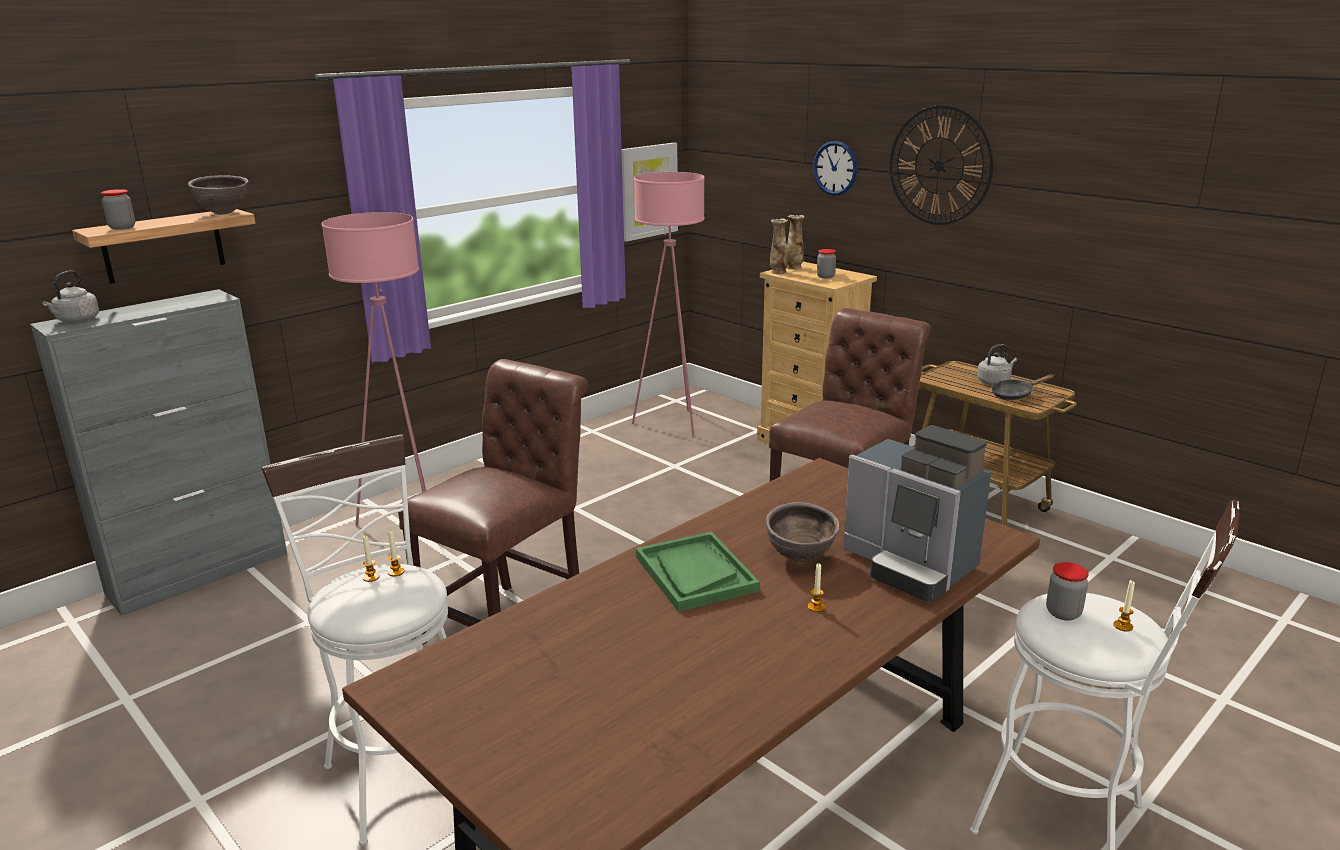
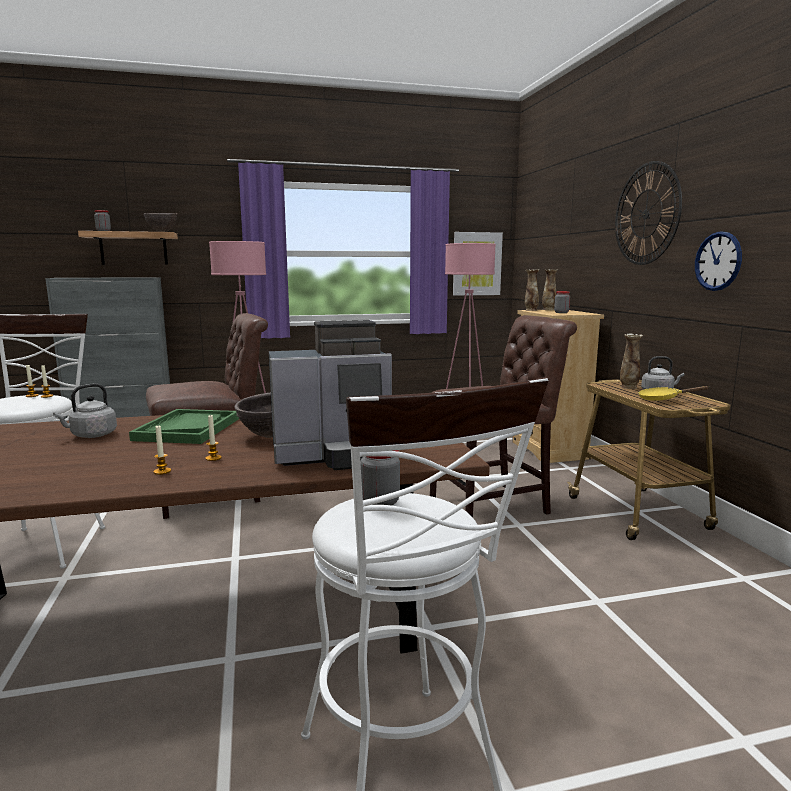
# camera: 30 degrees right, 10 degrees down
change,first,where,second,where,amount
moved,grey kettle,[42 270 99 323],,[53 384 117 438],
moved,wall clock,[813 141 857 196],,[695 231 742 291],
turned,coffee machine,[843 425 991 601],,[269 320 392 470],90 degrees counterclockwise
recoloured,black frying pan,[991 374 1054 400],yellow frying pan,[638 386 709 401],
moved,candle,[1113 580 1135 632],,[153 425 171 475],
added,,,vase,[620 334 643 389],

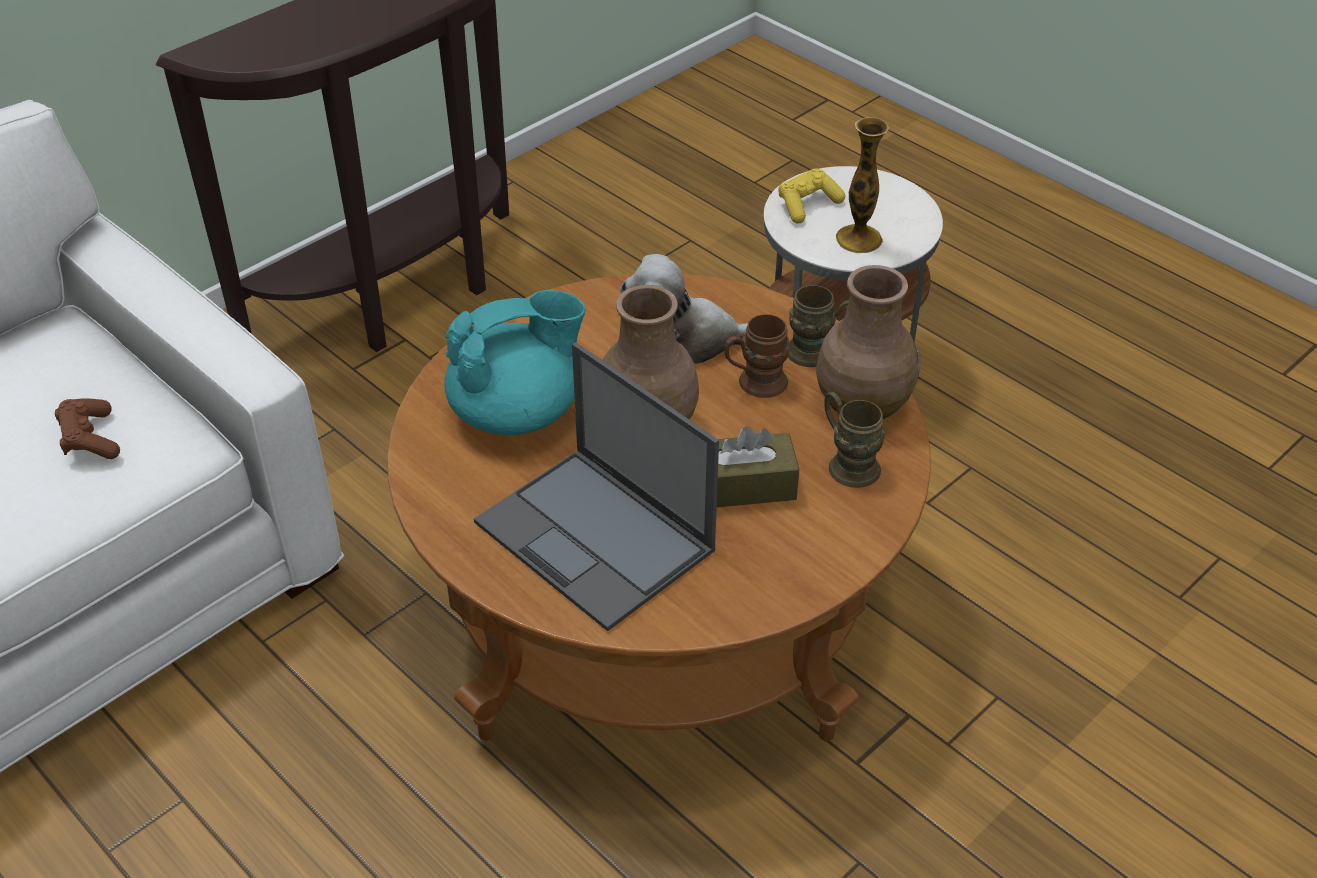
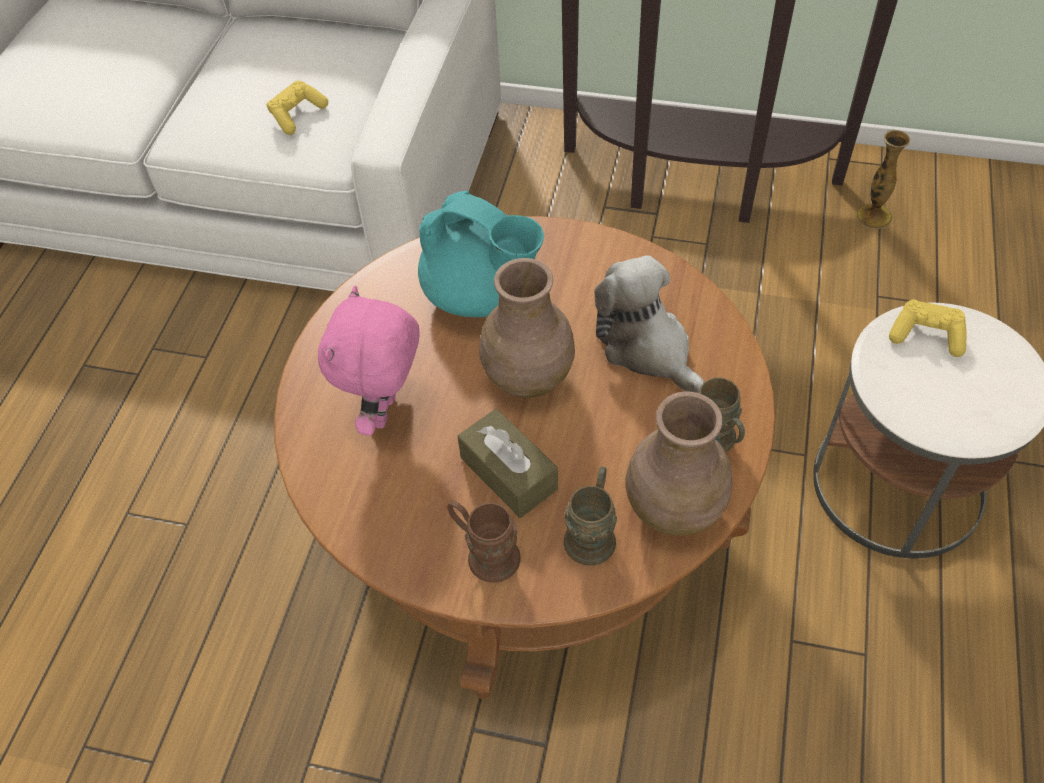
# camera: 60 degrees right, 10 degrees up
change,first,where,second,where,amount
recoloured,brown game controller,[55 398 120 459],yellow game controller,[267 81 328 135],
replaced,laptop,[474 342 719 631],pink plush toy,[318 285 420 436],
moved,brown mug,[724 314 790 398],,[447 501 521 583],
moved,vase,[836 117 889 253],,[856 130 910 229],

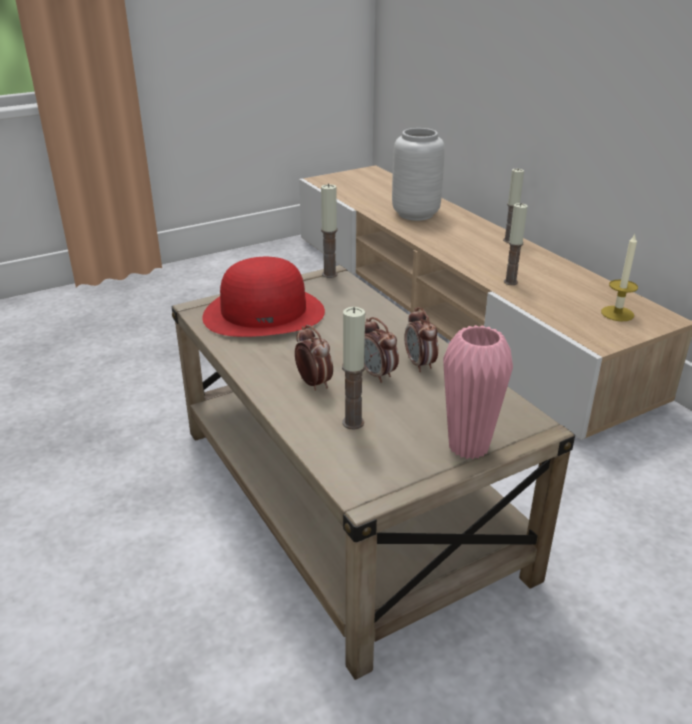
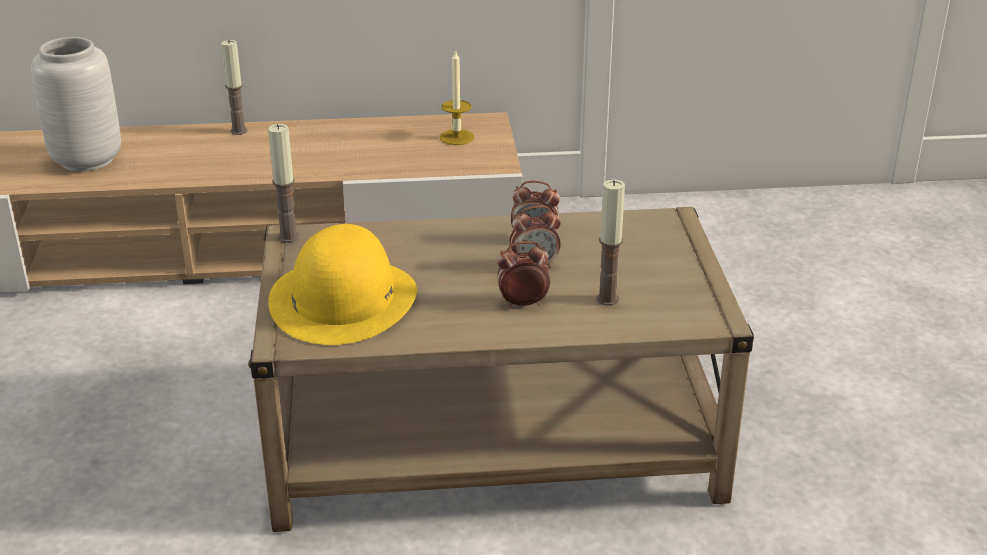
# camera: 65 degrees left, 0 degrees up
change,first,where,second,where,amount
recoloured,red hat,[202 257 325 337],yellow hat,[268 224 417 345],
removed,pink vase,[443 325 513 459],,,
removed,candle,[504 203 528 285],,,

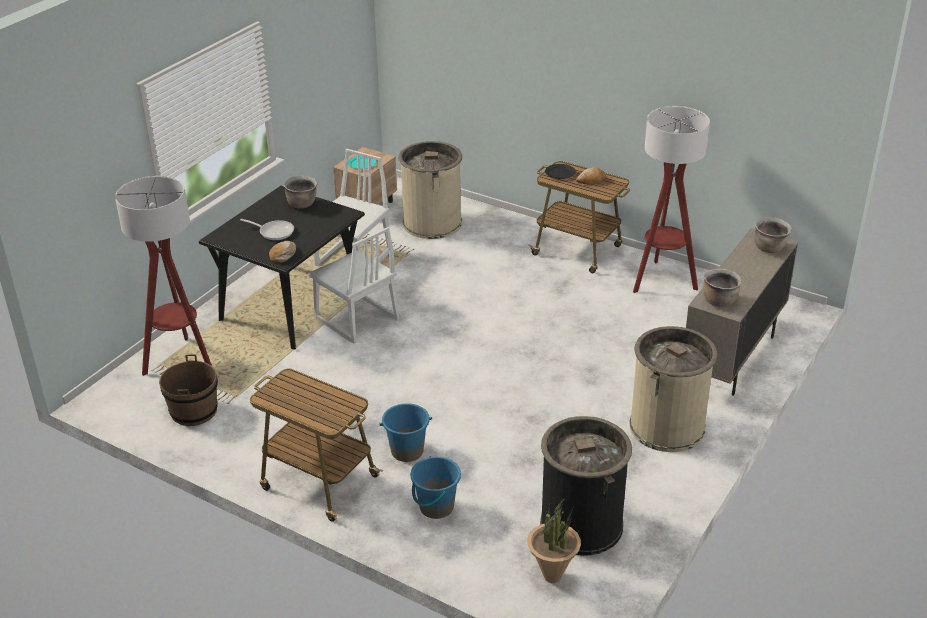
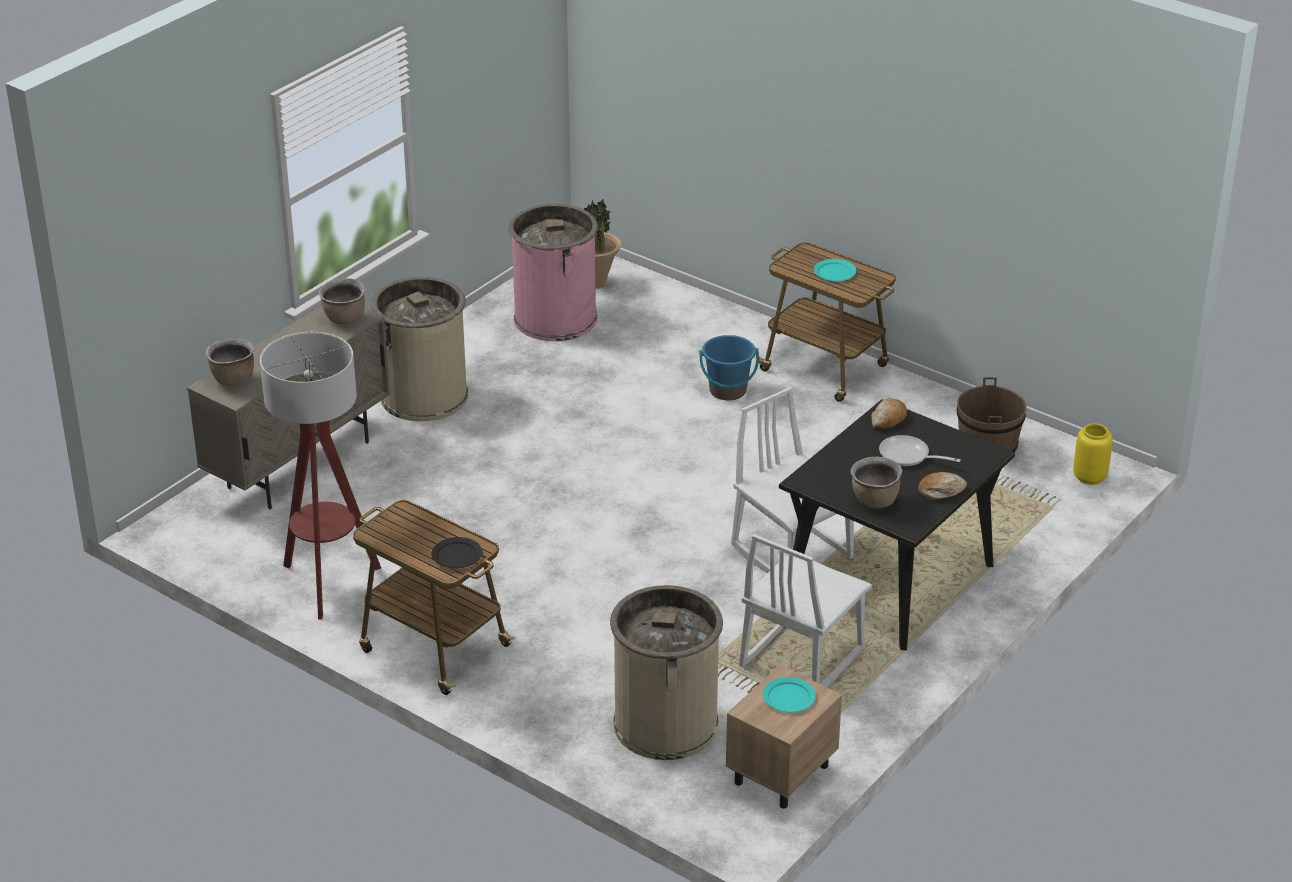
# camera: 175 degrees left, 0 degrees up
change,first,where,second,where,amount
removed,floor lamp,[115 176 212 376],,,
removed,blue bucket,[411 456 461 519],,,
recoloured,black trash can,[540 416 632 556],pink trash can,[509 204 598 341],
moved,bread,[576 167 606 184],,[918 472 967 500],
added,,,turquoise plate,[814 259 857 281],
added,,,yellow vase,[1073 423 1113 485],

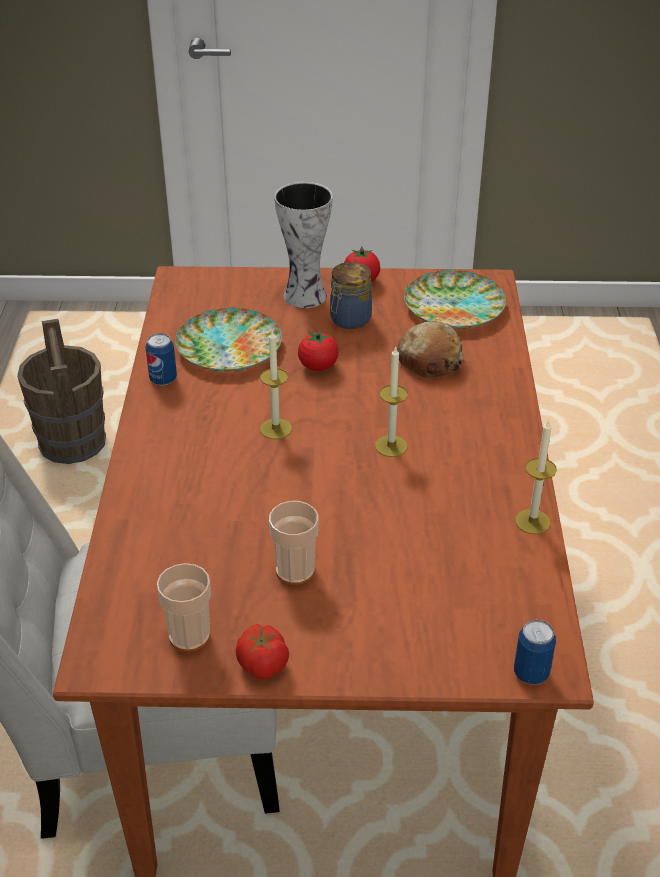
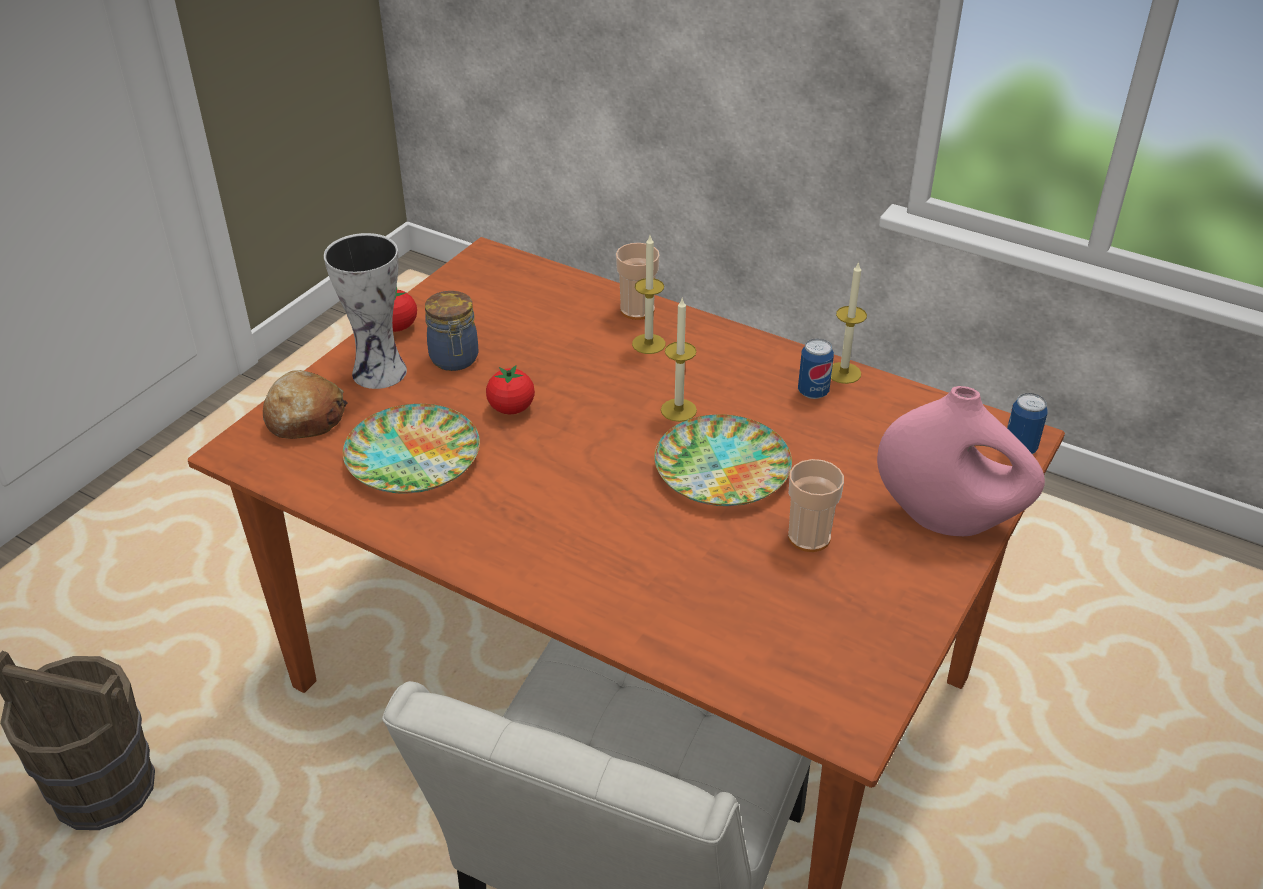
# camera: 60 degrees left, 0 degrees up
change,first,where,second,where,amount
moved,can,[145 333 177 386],,[798 338 834 399],
moved,cup,[157 563 211 652],,[616 243 660 320],
removed,tomato,[235 624 289 679],,,
moved,candle,[260 331 292 439],,[632 236 666 354],
moved,bread,[397 322 464 378],,[263 370 348 439],
moved,plate,[404 270 506 329],,[654 414 792 506],
added,,,pink vase,[877 386 1045 536],

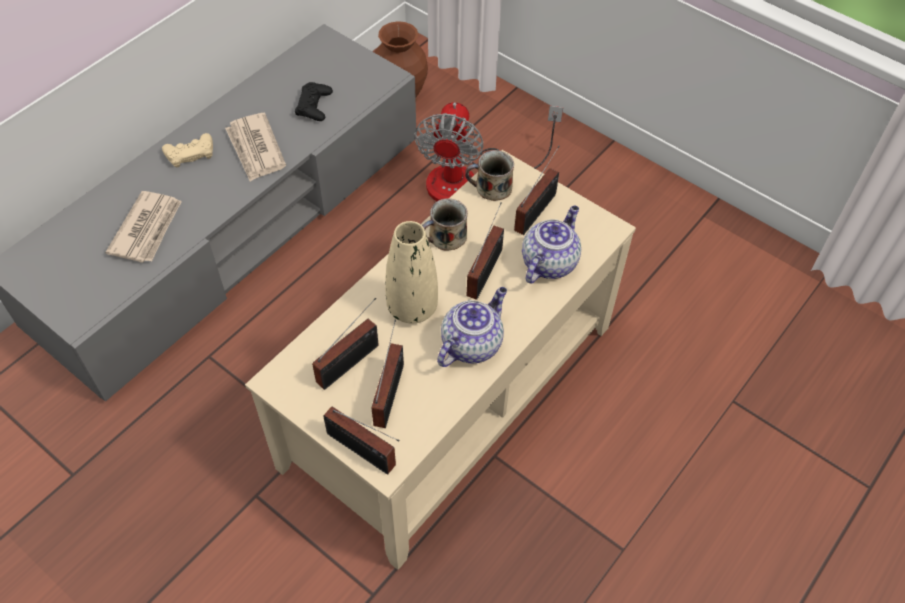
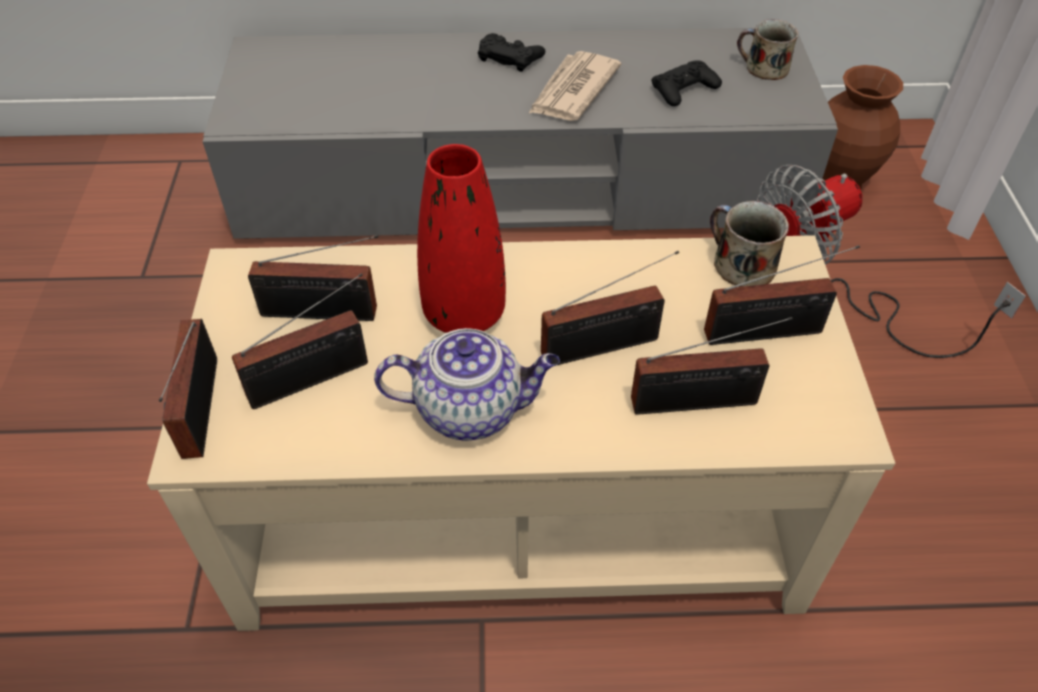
# camera: 50 degrees right, 5 degrees down
change,first,where,second,where,amount
removed,newspaper,[105 191 182 263],,,
recoloured,beige game controller,[162 133 213 167],black game controller,[478 33 545 72],
recoloured,beige vase,[385 221 438 323],red vase,[417 144 506 333],
moved,mug,[422 198 468 250],,[737 19 798 80],
replaced,teapot,[522 205 581 283],radio,[631 317 793 415],

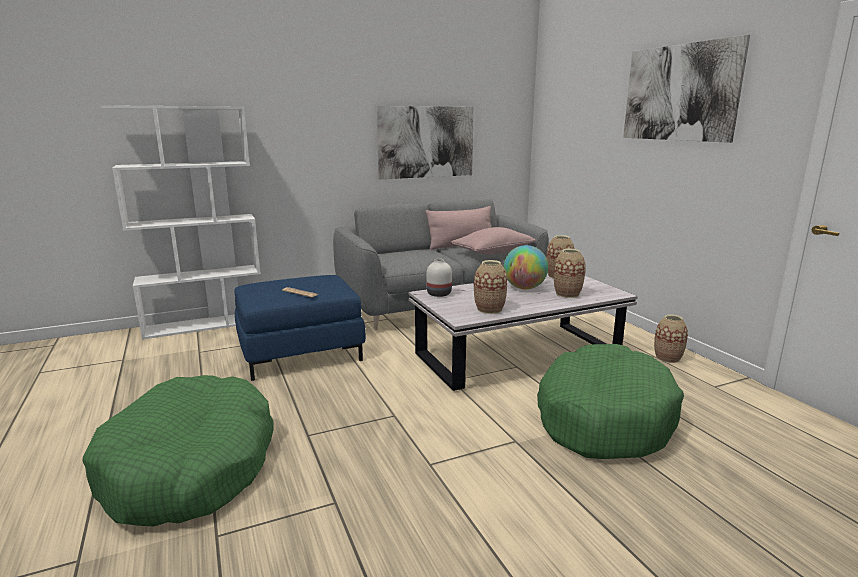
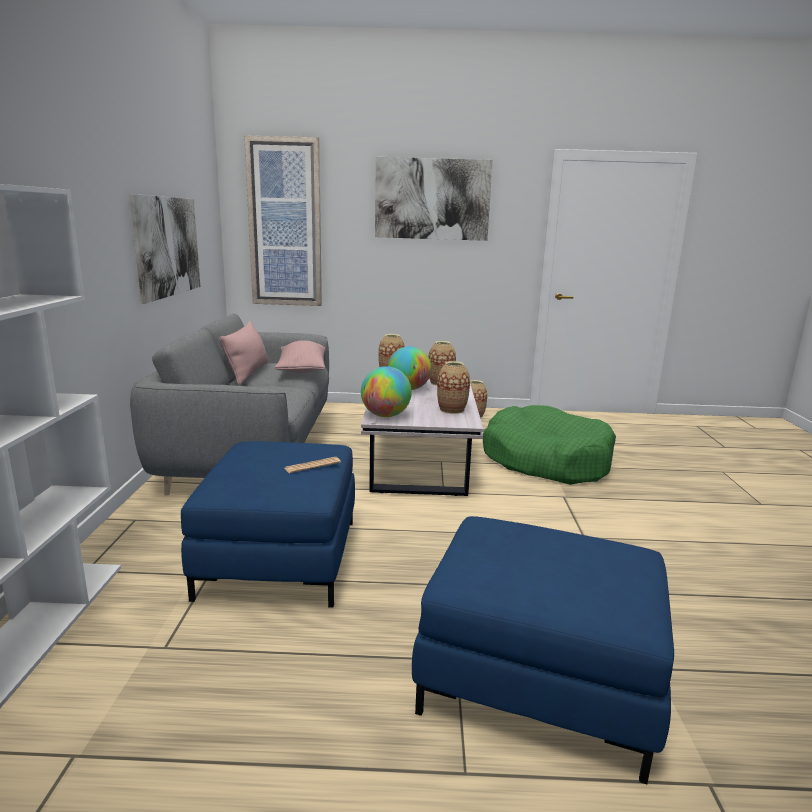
# camera: 65 degrees left, 0 degrees up
change,first,where,second,where,amount
replaced,green dog bed,[82 375 273 526],blue ottoman,[412 516 674 784],
replaced,white vase,[426 259 452 297],globe,[361 366 412 417],
added,,,picture,[244 135 322 306],

